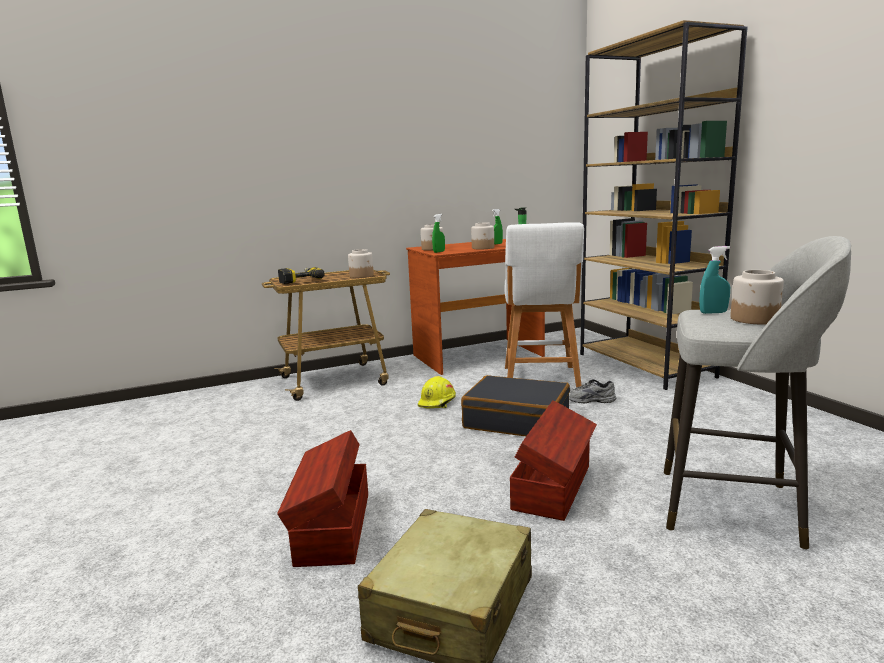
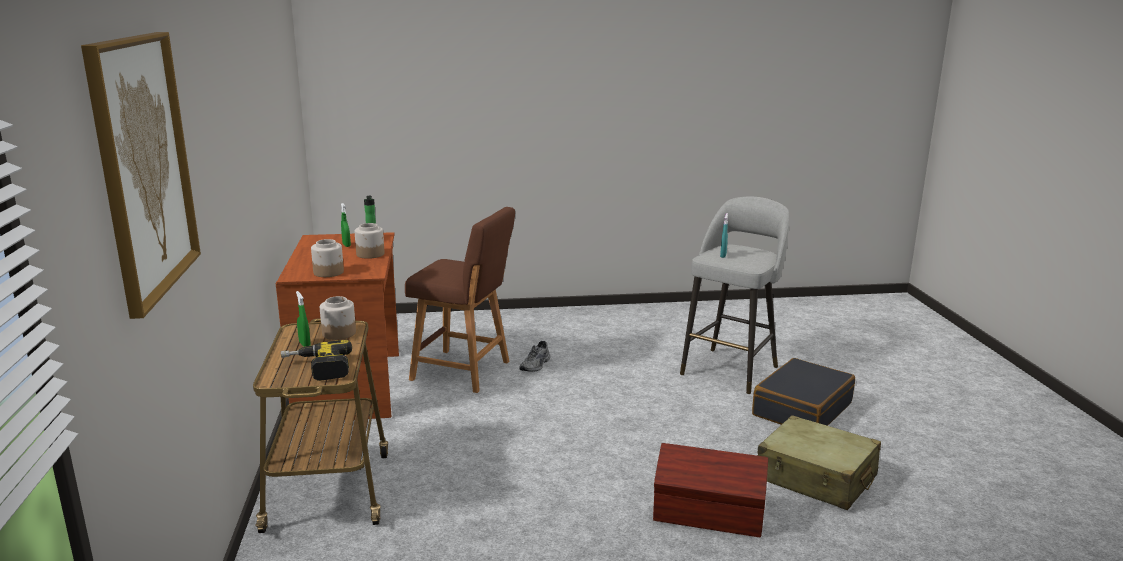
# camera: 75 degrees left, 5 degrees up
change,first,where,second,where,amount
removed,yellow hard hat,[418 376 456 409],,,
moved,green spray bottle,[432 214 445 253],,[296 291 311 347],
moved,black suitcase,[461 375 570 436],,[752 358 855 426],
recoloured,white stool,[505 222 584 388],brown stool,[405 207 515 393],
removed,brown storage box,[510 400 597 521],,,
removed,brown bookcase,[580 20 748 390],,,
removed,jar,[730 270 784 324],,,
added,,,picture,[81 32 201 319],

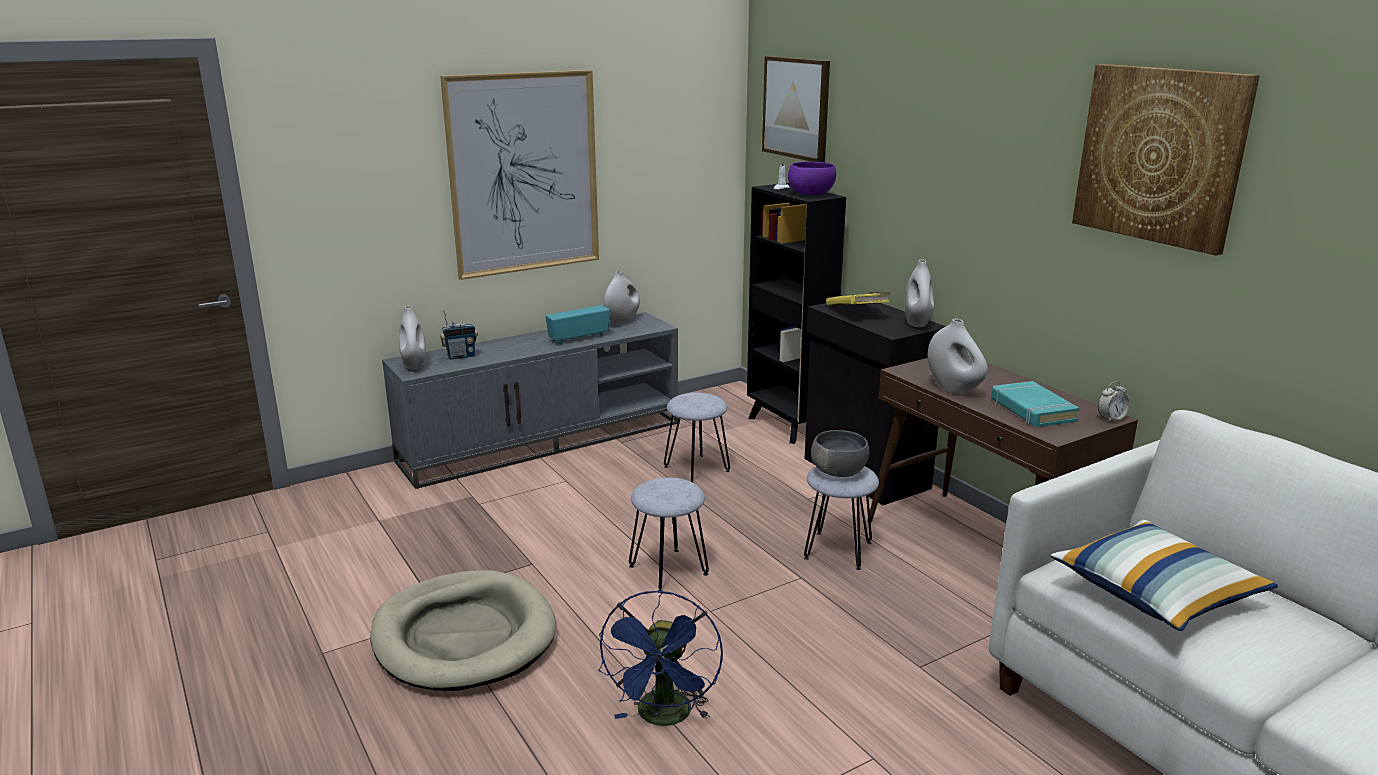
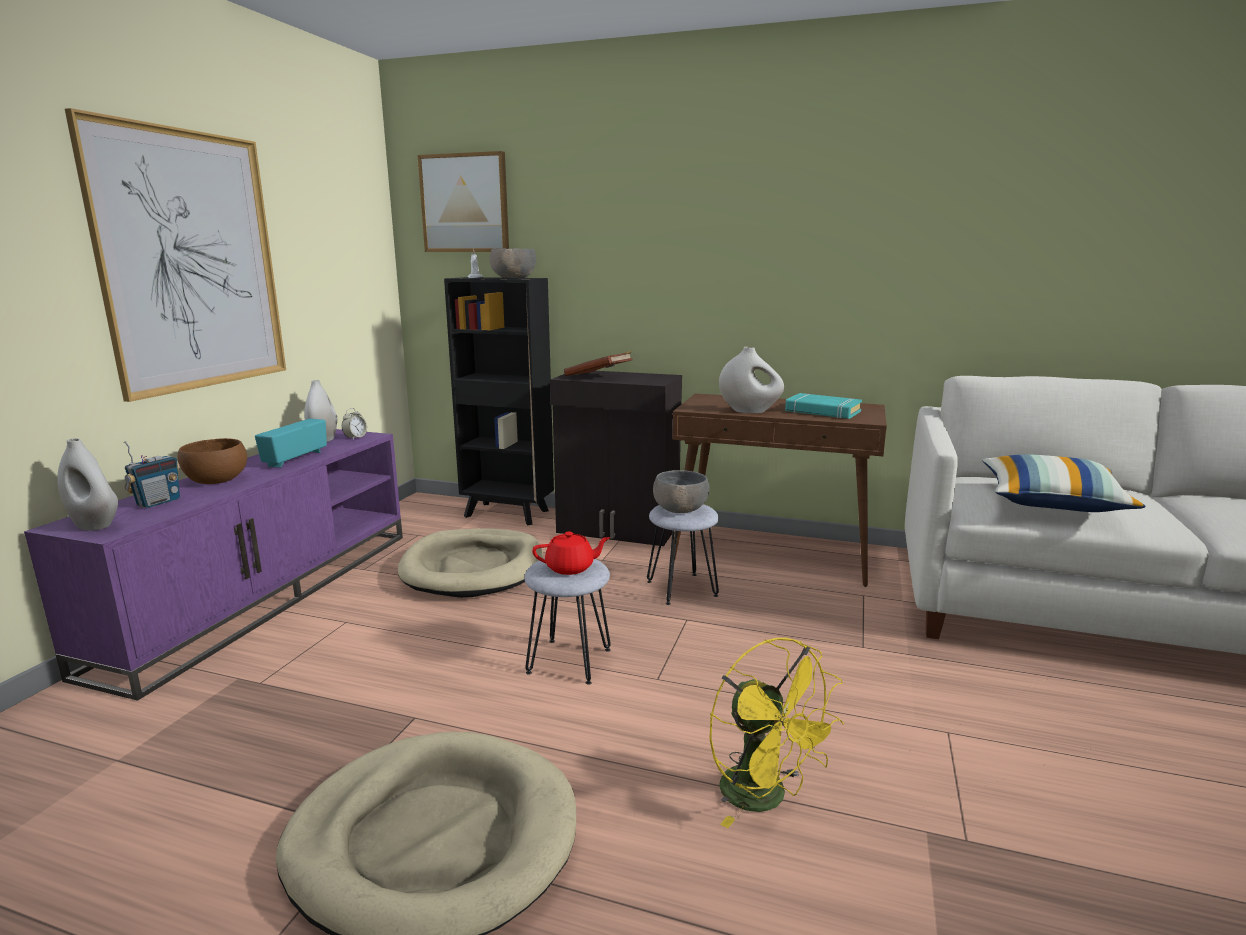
# camera: 40 degrees left, 5 degrees down
change,first,where,second,where,amount
recoloured,grey tv stand,[382 312 678 489],purple tv stand,[24 429 403 701],
recoloured,blue fan,[598 590 723 726],yellow fan,[710 638 844 828],
replaced,grey stool,[664 393 730 482],beige dog bed,[398 528 543 598],
recoloured,purple bowl,[788 162 836 195],grey bowl,[489 248 536 278],
recoloured,yellow book,[826 292 890 305],brown book,[564 351 632 376],
removed,white vase,[905 259 934 327],,,
removed,picture,[1072 64 1260 256],,,
moved,alarm clock,[1098 381 1131 422],,[342 408 367 439],
added,,,brown bowl,[178 438 247 484],
added,,,red teapot,[532 532 611 575],

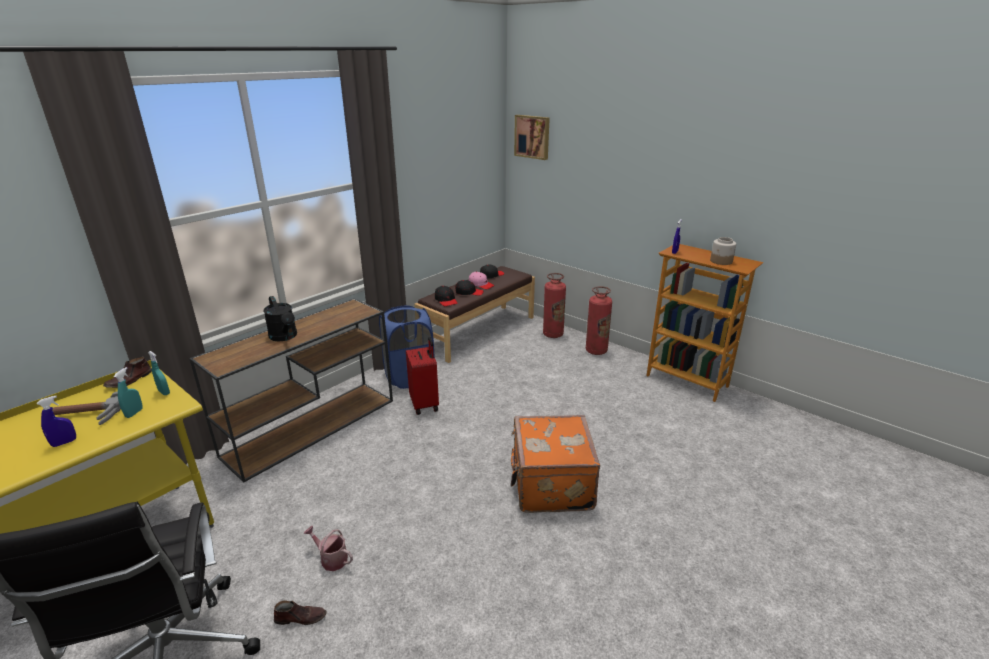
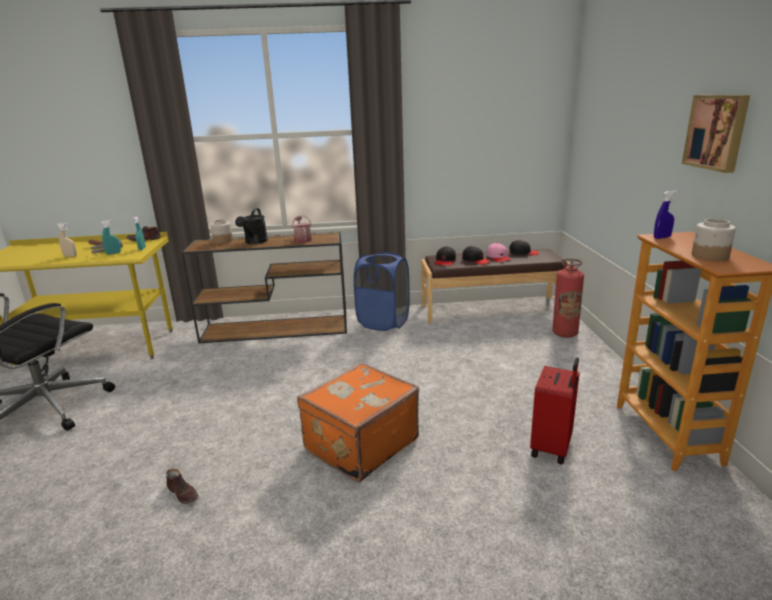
# camera: 45 degrees right, 5 degrees down
change,first,where,second,where,amount
recoloured,blue spray bottle,[37 396 76 447],beige spray bottle,[57 223 77 257],
moved,brown shoe,[274 600 327 625],,[166 469 198 504],
moved,watering can,[303 526 353 571],,[292 215 312 243],
moved,red suitcase,[406 337 439 415],,[530 358 580 465],
moved,picture,[514 115 550 160],,[682 95 750 173],
removed,fire extinguisher,[586 286 612 355],,,
added,,,jar,[211 219 233 244],

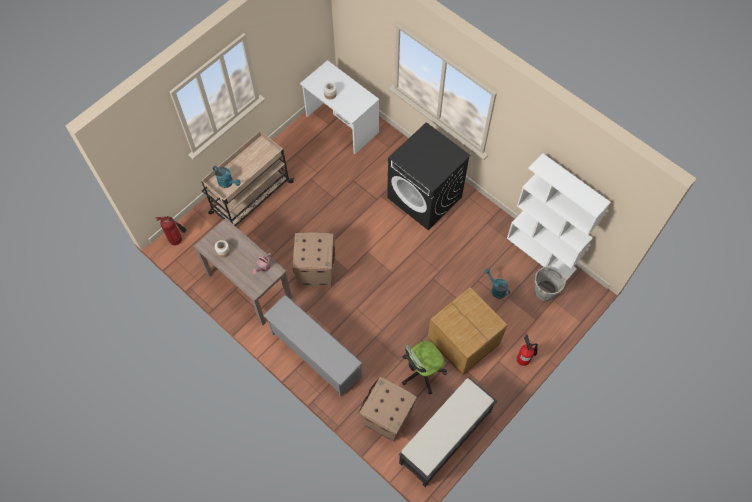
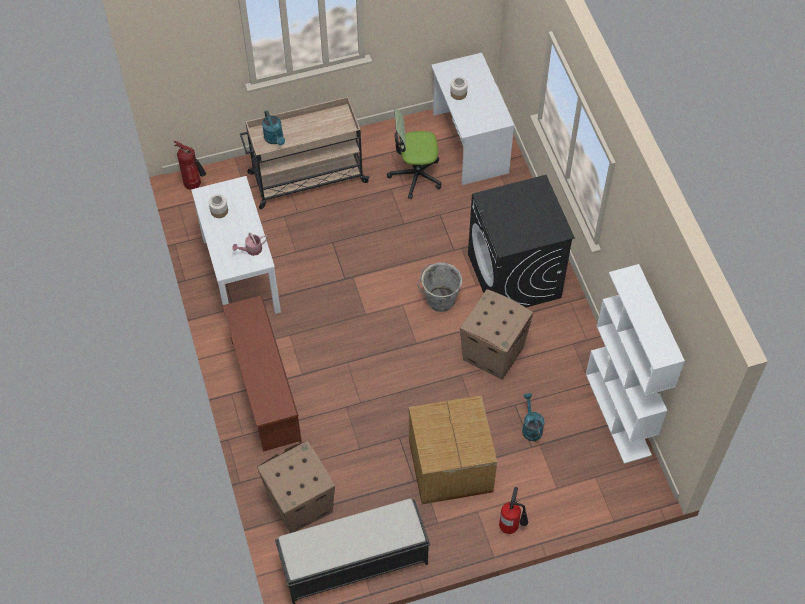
# camera: 30 degrees right, 5 degrees down
change,first,where,second,where,amount
recoloured,brown console table,[194 218 292 325],white console table,[191 176 281 326],
recoloured,grey shoe rack,[263 294 363 397],brown shoe rack,[222 295 302 452],
moved,cardboard box,[292 232 335 286],,[460 289 533 379],
moved,office chair,[402 341 447 394],,[387 109 441 199],
moved,grey bucket,[533 266 566 301],,[417 263 462 312],

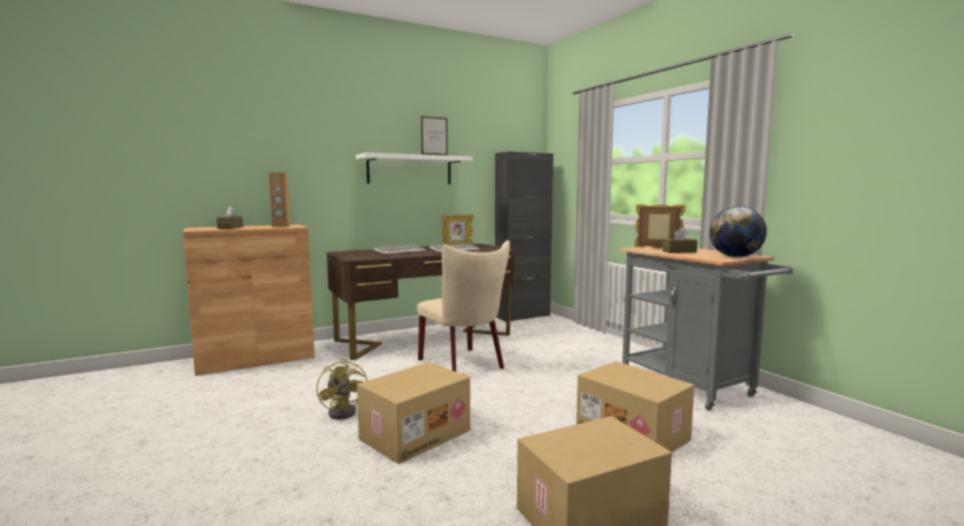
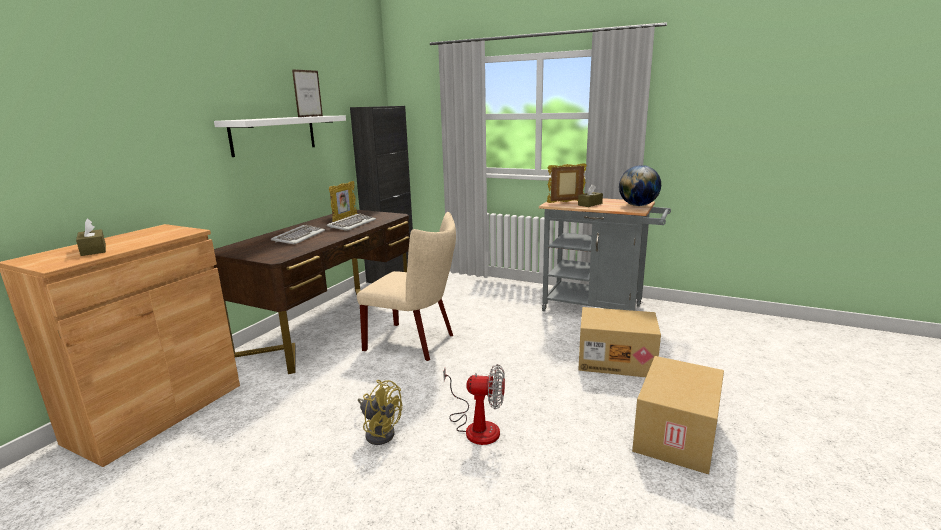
# camera: 35 degrees left, 10 degrees up
change,first,where,second,where,amount
removed,brown speaker,[269 172 290 227],,,
replaced,cardboard box,[357 362 470 464],fan,[443 364 505 445],

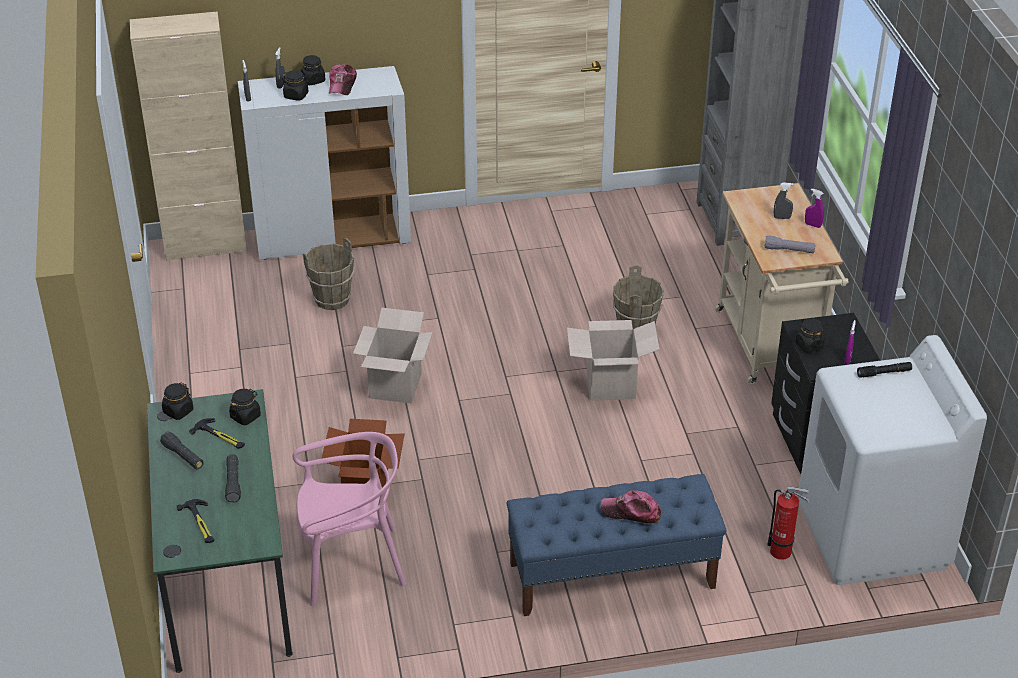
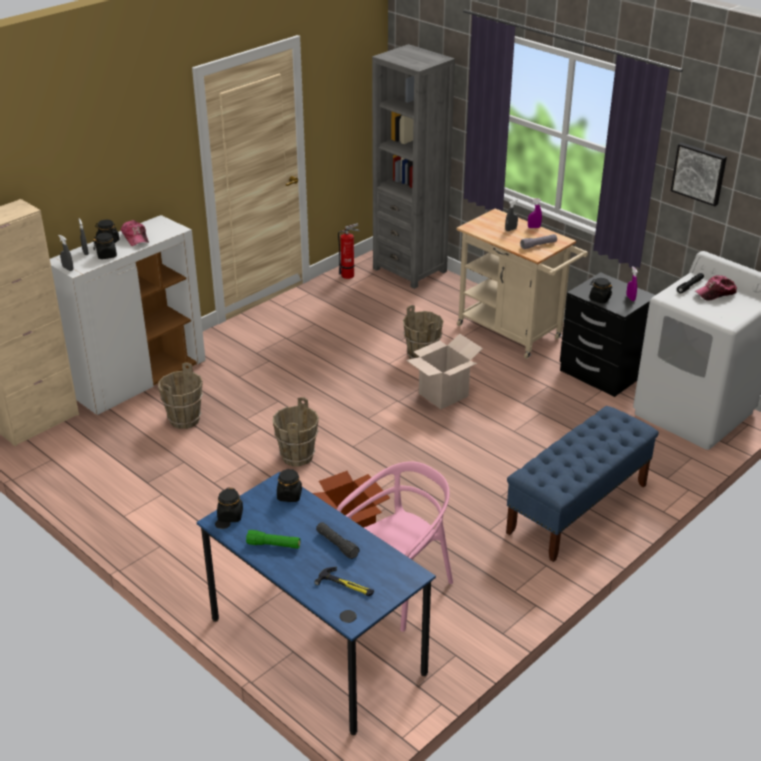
# camera: 35 degrees left, 5 degrees down
change,first,where,second,where,amount
recoloured,green desk,[147 389 293 673],blue desk,[196 472 436 735],
recoloured,black flashlight,[160 432 204 469],green flashlight,[246 530 300 549],
removed,hammer,[189 418 245 449],,,
replaced,cardboard box,[353 308 433 403],brown bucket,[273 397 319 467],
moved,cap,[601 490 661 523],,[695 275 737 301],
moved,fire extinguisher,[767 486 809 560],,[338 223 360 279],
added,,,picture,[671 142 727 206],

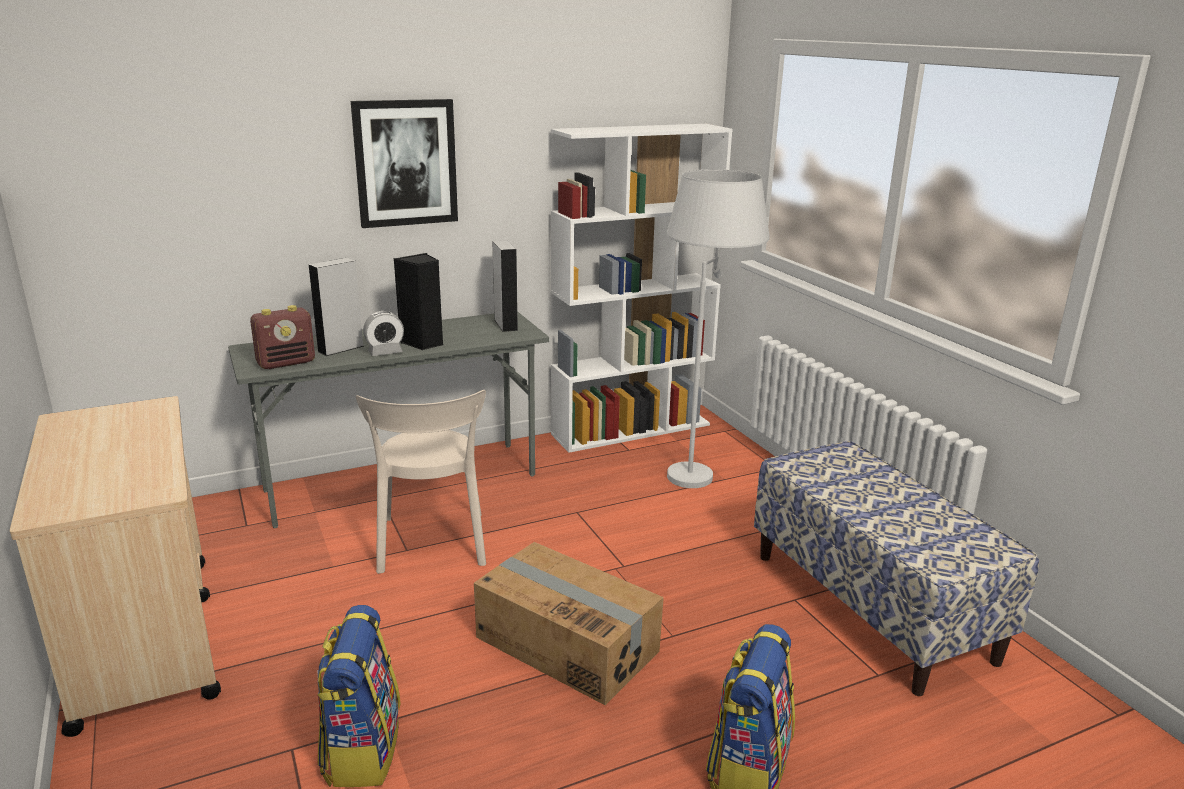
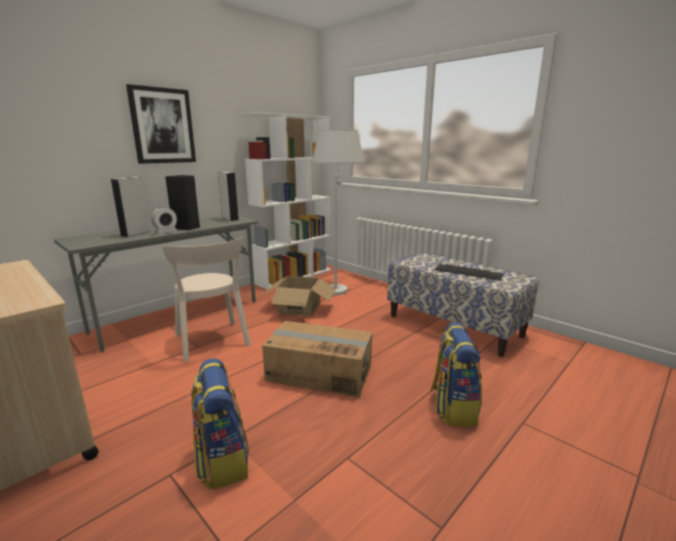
# camera: 20 degrees left, 5 degrees down
change,first,where,second,where,amount
removed,radio,[250 305 315 369],,,
added,,,cardboard box,[262 276 336 316],
added,,,keyboard,[434 263 504 280],

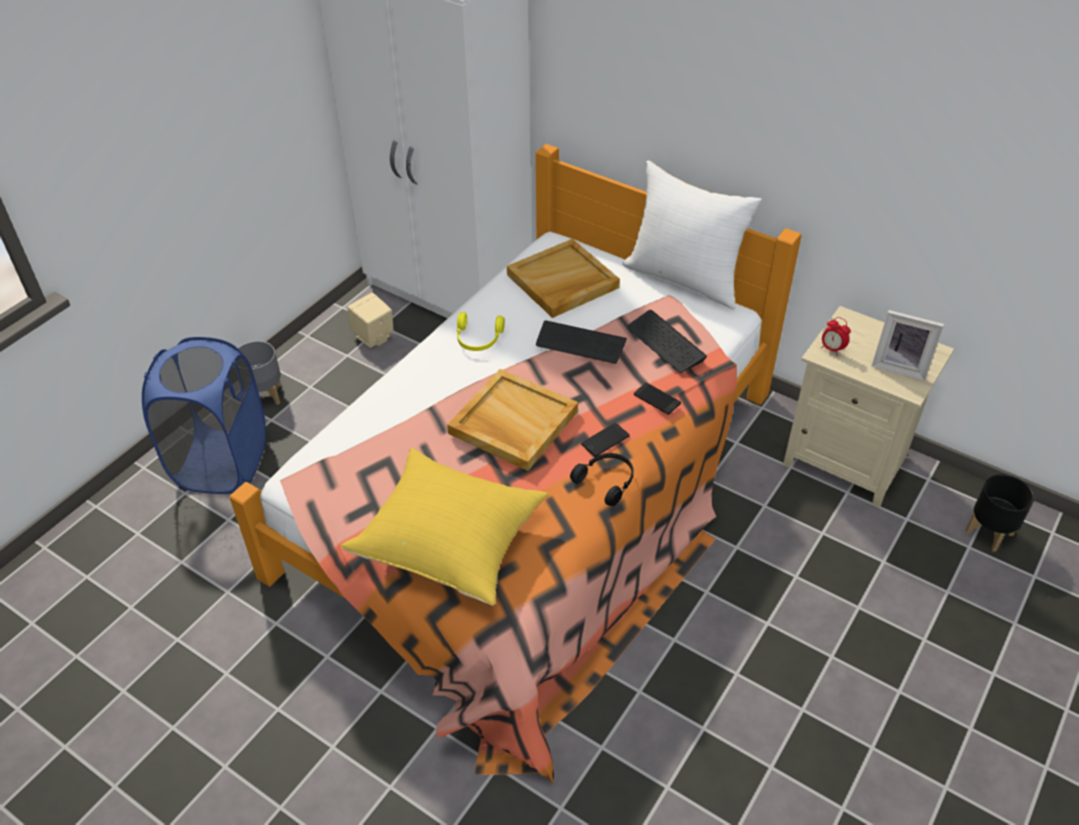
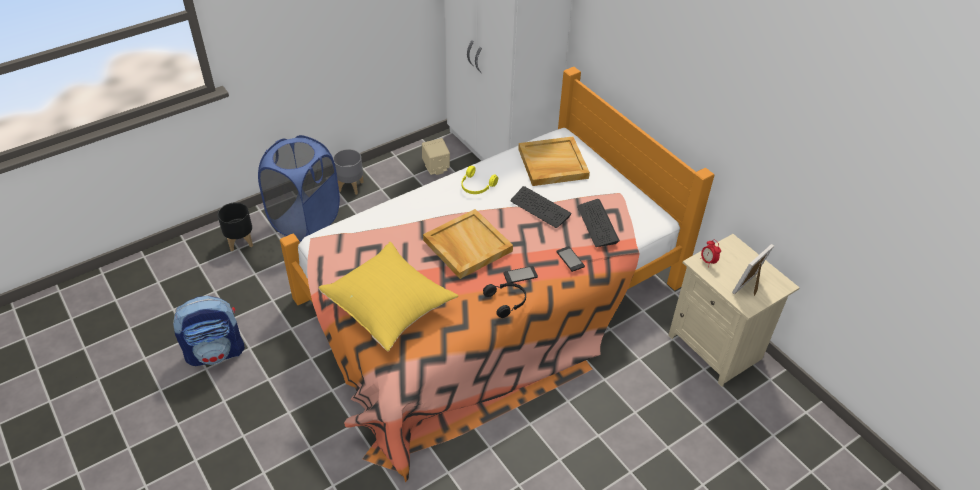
# camera: 20 degrees right, 0 degrees up
change,first,where,second,where,amount
removed,white pillow,[622 161 762 310],,,
turned,picture frame,[872 310 944 381],,[732 244 774 296],90 degrees clockwise
moved,black planter,[966 474 1034 552],,[217 202 253 251],
added,,,backpack,[173 296 245 366],

